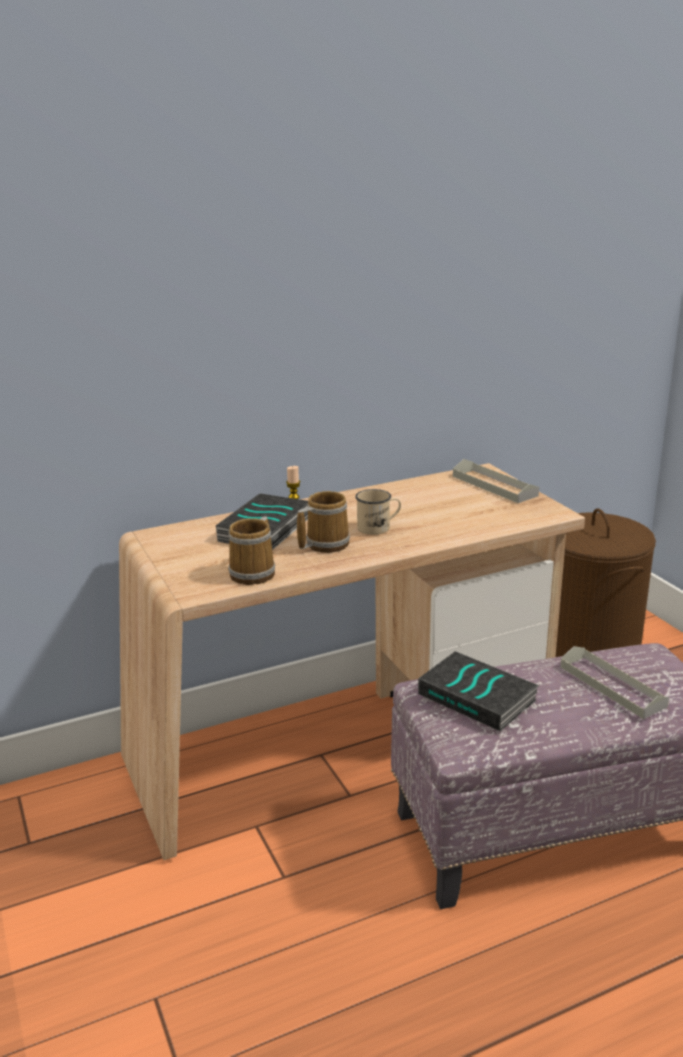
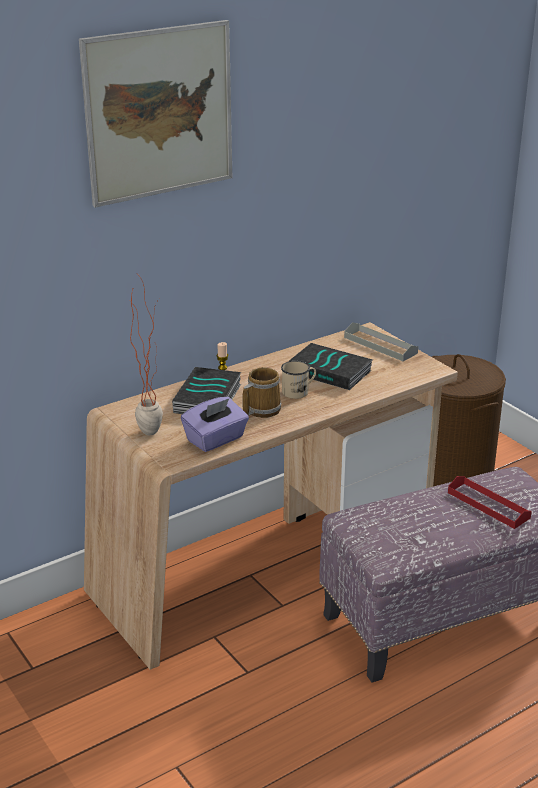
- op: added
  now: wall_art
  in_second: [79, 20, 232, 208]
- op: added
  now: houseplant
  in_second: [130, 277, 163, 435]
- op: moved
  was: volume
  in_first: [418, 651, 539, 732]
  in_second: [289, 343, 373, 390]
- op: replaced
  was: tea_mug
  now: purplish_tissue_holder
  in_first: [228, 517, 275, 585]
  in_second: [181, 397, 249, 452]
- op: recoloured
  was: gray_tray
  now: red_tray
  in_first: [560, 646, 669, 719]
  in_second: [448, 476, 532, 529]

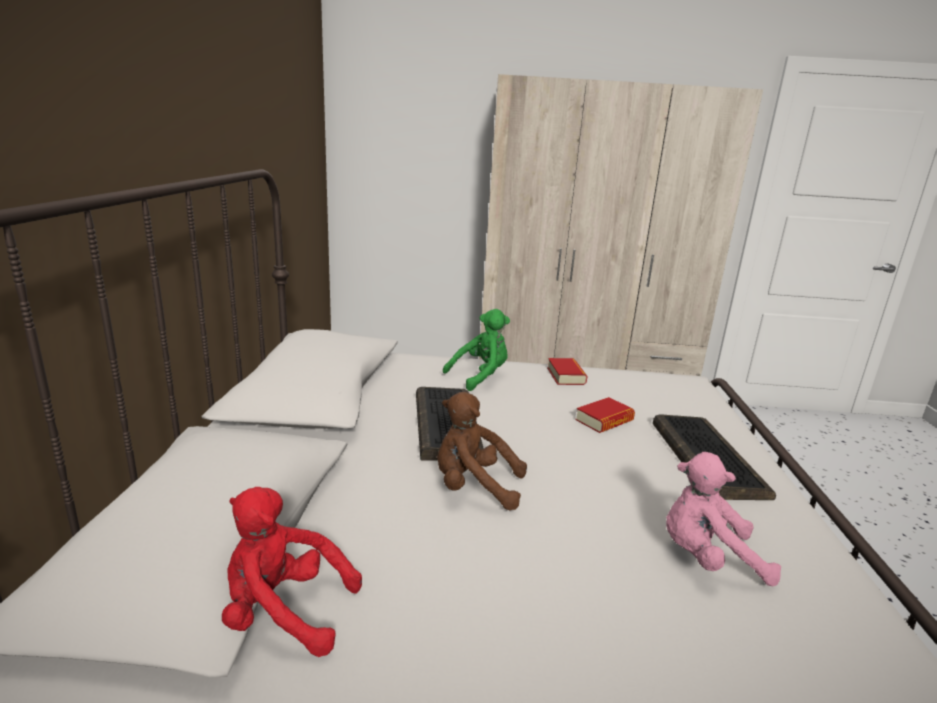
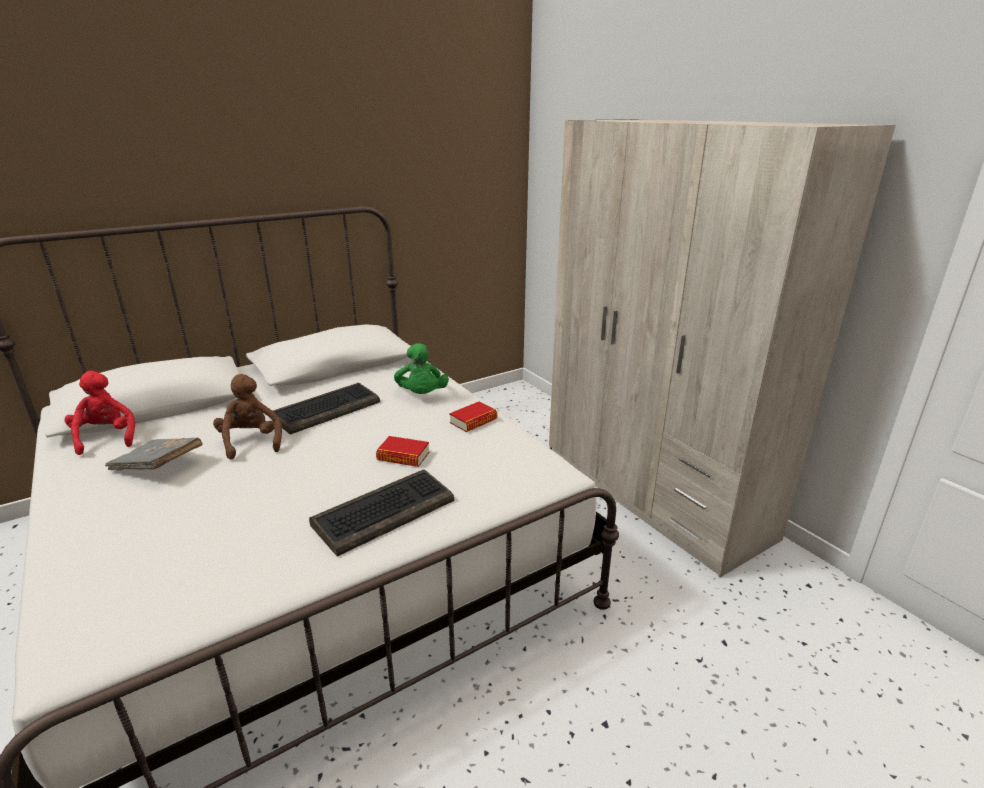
- op: removed
  was: pink-coloured_plush_toy
  in_first: [666, 452, 781, 587]
- op: added
  now: gray_volume
  in_second: [105, 438, 203, 470]
- op: turned
  was: greenish_plush_toy
  in_first: [443, 309, 510, 391]
  in_second: [394, 343, 449, 394]
  clockwise: 60

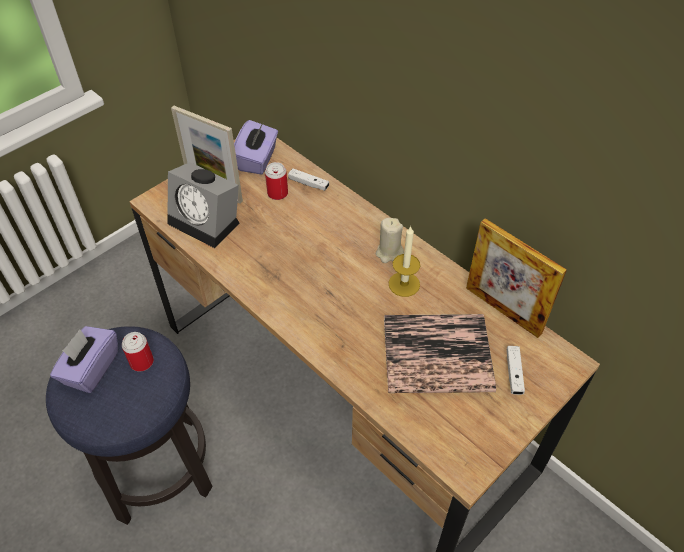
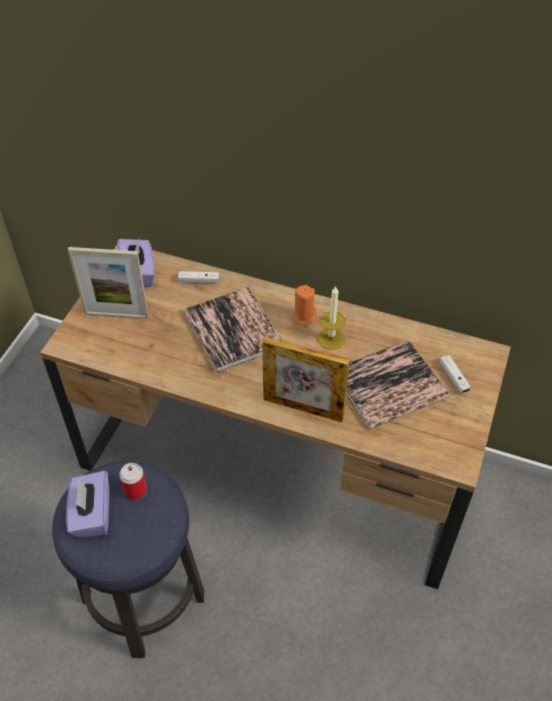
- op: removed
  was: alarm_clock
  in_first: [167, 162, 240, 248]
- op: removed
  was: sealed_can
  in_first: [265, 162, 288, 200]
- op: added
  now: volume
  in_second: [184, 287, 283, 373]
- op: moved
  was: standing_frame
  in_first: [466, 218, 567, 338]
  in_second: [262, 337, 350, 422]
- op: recoloured
  was: beige-coloured_candle
  now: orange_candle
  in_first: [376, 218, 404, 263]
  in_second: [292, 285, 317, 327]

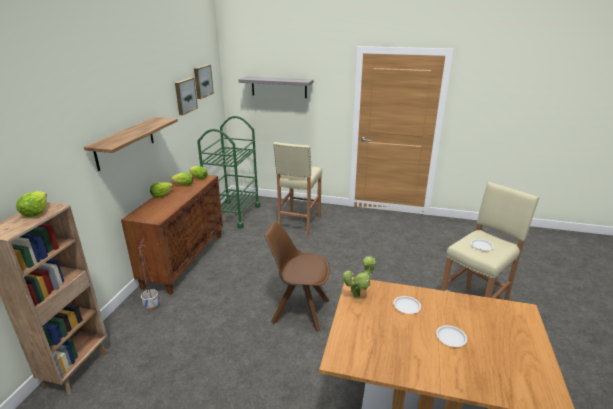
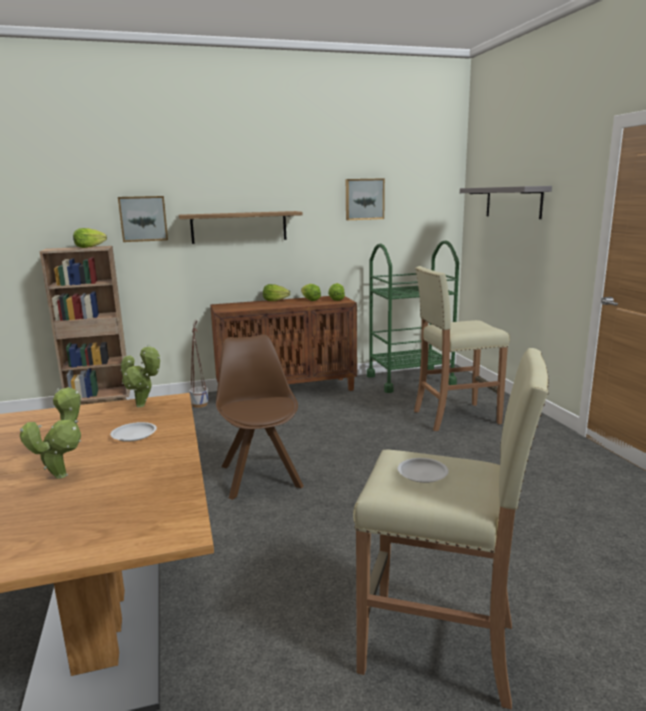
- op: moved
  was: wall_art
  in_first: [194, 65, 214, 99]
  in_second: [118, 196, 168, 242]
- op: replaced
  was: white-coloured_flat_dish
  now: houseplant
  in_first: [436, 325, 467, 347]
  in_second: [20, 387, 81, 479]

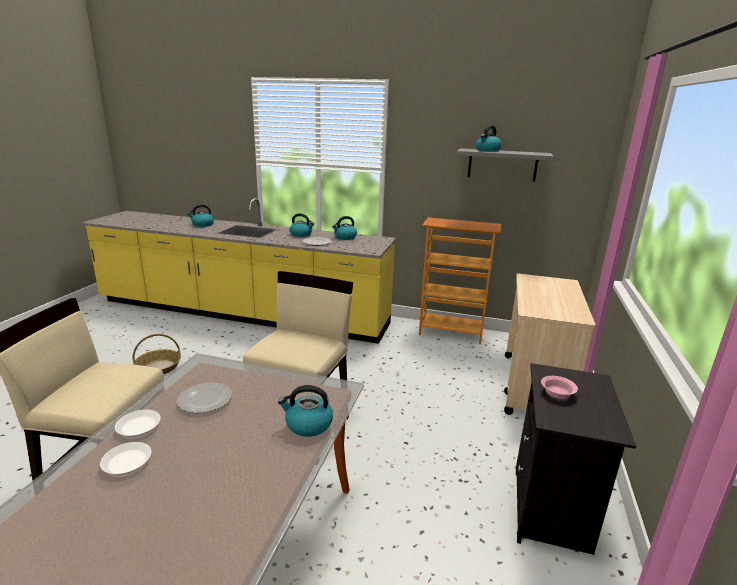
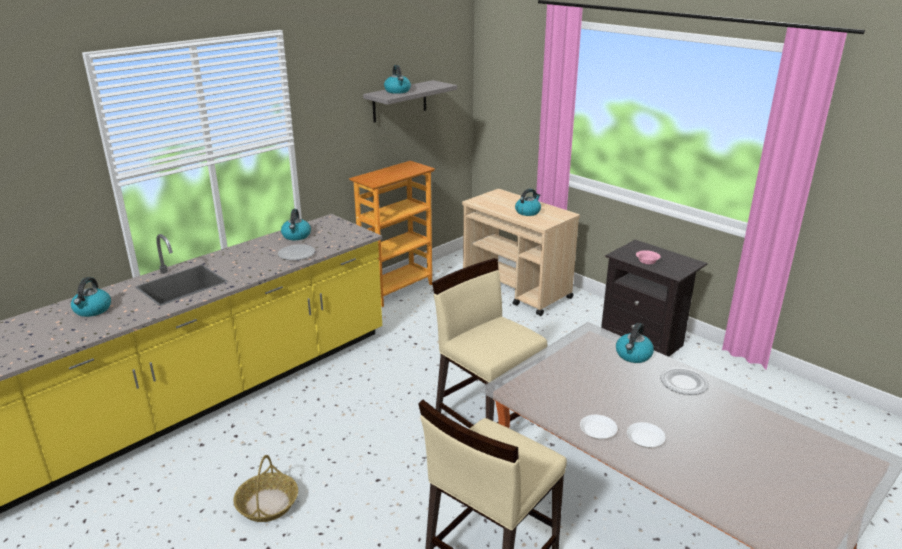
- op: moved
  was: flat_dish
  in_first: [177, 383, 232, 413]
  in_second: [660, 367, 709, 395]
- op: moved
  was: kettle
  in_first: [289, 213, 315, 237]
  in_second: [515, 188, 541, 216]

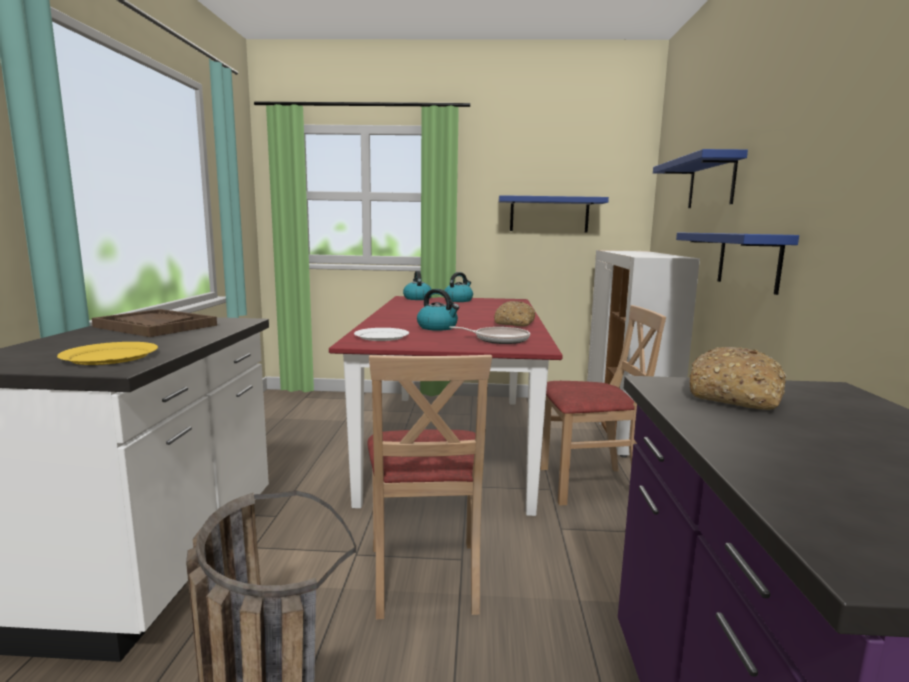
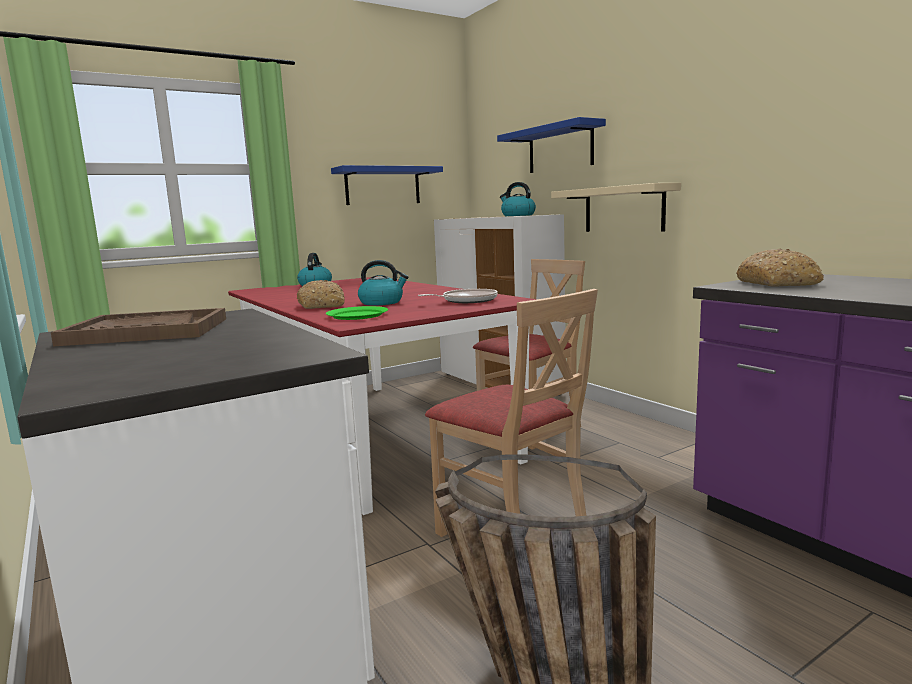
- op: removed
  was: yellowish_flat_dish
  in_first: [57, 342, 158, 365]
- op: moved
  was: kettle
  in_first: [403, 271, 432, 300]
  in_second: [500, 182, 536, 216]
- op: moved
  was: bread
  in_first: [494, 301, 535, 326]
  in_second: [297, 280, 345, 309]
- op: recoloured
  was: white-coloured_flat_dish
  now: greenish_flat_dish
  in_first: [354, 328, 409, 341]
  in_second: [326, 306, 388, 320]
- op: recoloured
  was: bluish_bracket_shelf
  now: beige-coloured_bracket_shelf
  in_first: [676, 232, 799, 295]
  in_second: [551, 183, 681, 232]

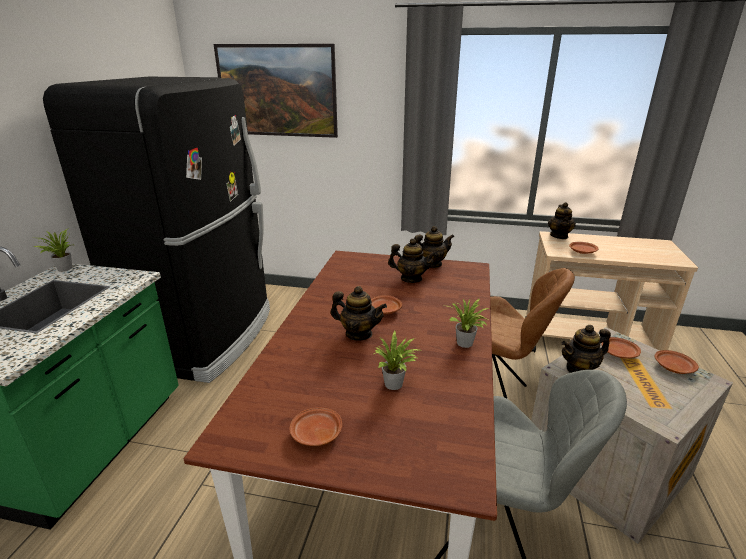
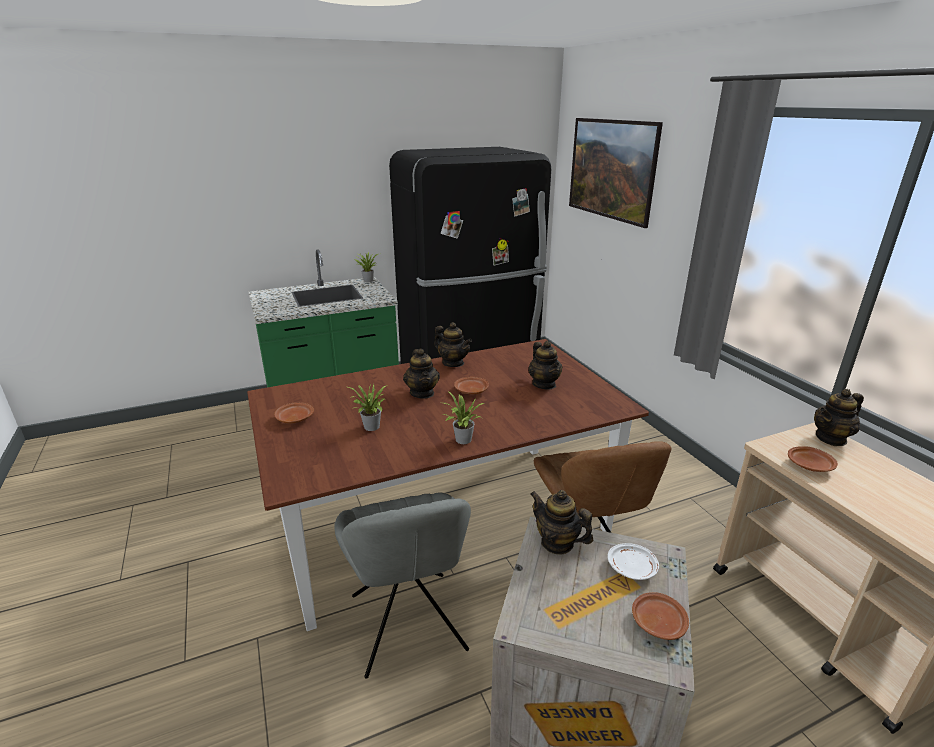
- op: moved
  was: teapot
  in_first: [414, 226, 454, 268]
  in_second: [434, 322, 472, 367]
- op: recoloured
  was: brown_flat_dish
  now: white-coloured_flat_dish
  in_first: [601, 337, 641, 359]
  in_second: [607, 543, 659, 580]

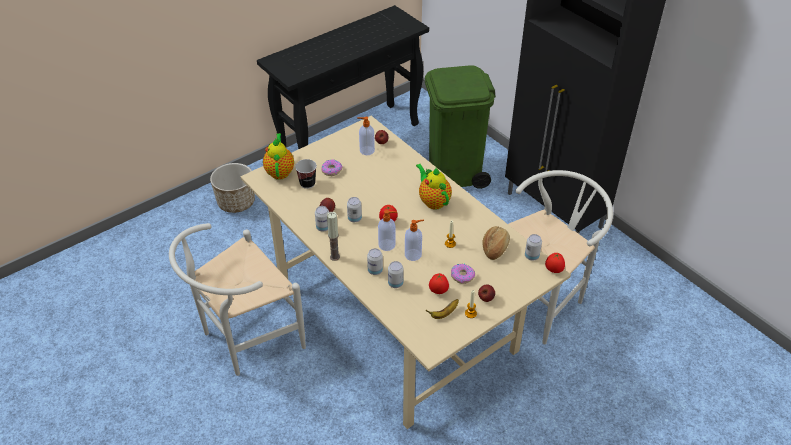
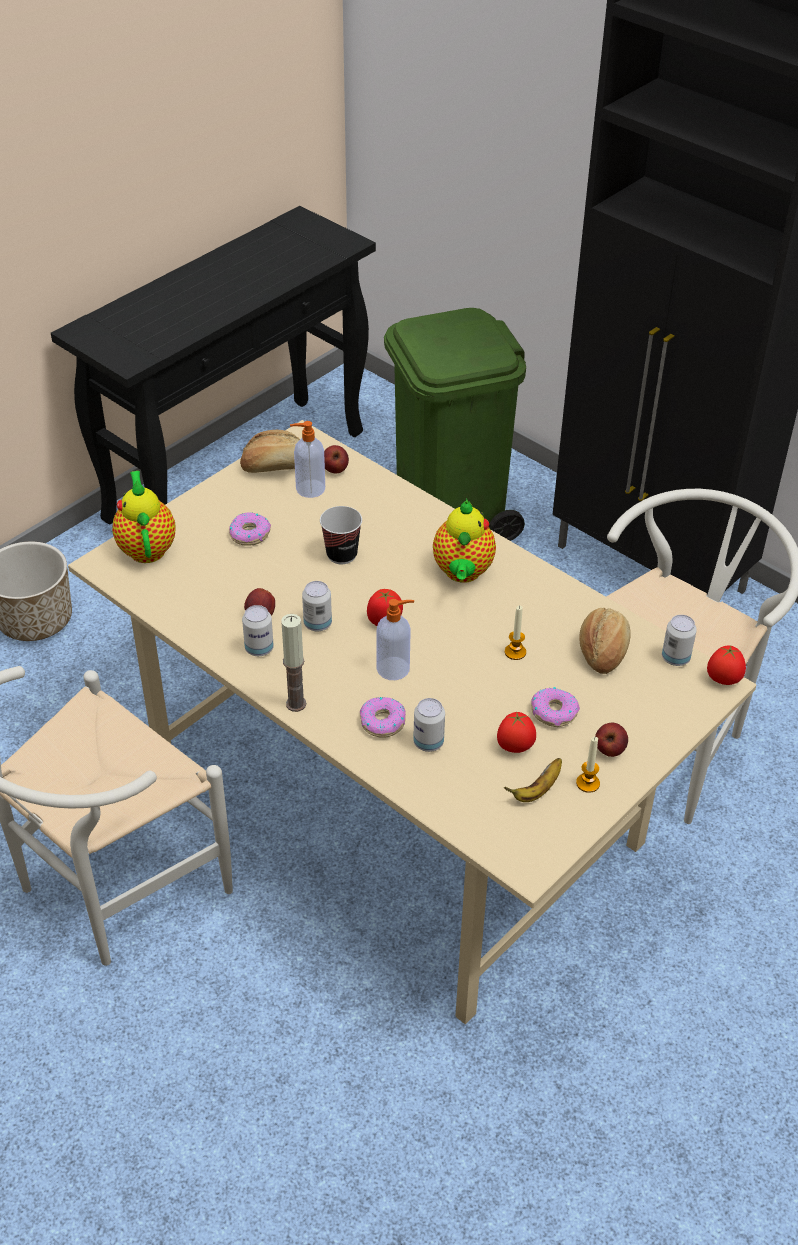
- op: removed
  was: liquid_soap_bottle
  in_first: [405, 220, 424, 261]
- op: added
  now: bread
  in_second: [240, 430, 299, 473]
- op: moved
  was: drinking_cup
  in_first: [295, 159, 317, 189]
  in_second: [320, 506, 362, 564]
- op: replaced
  was: sealed_can
  now: ring_doughnut
  in_first: [367, 248, 383, 275]
  in_second: [360, 697, 406, 738]
- op: turned
  was: teapot
  in_first: [416, 164, 452, 209]
  in_second: [433, 499, 496, 583]
  clockwise: -135

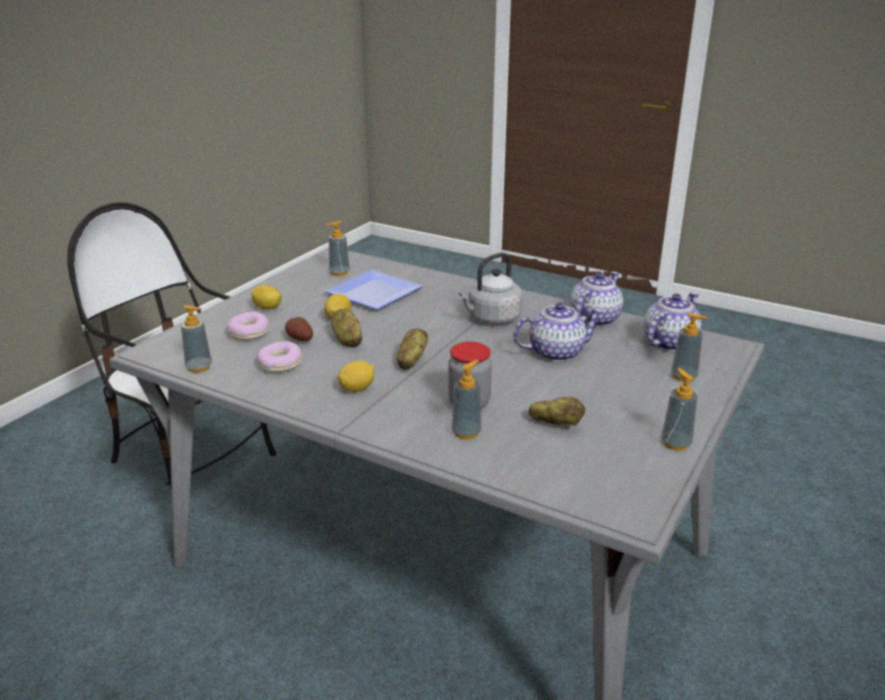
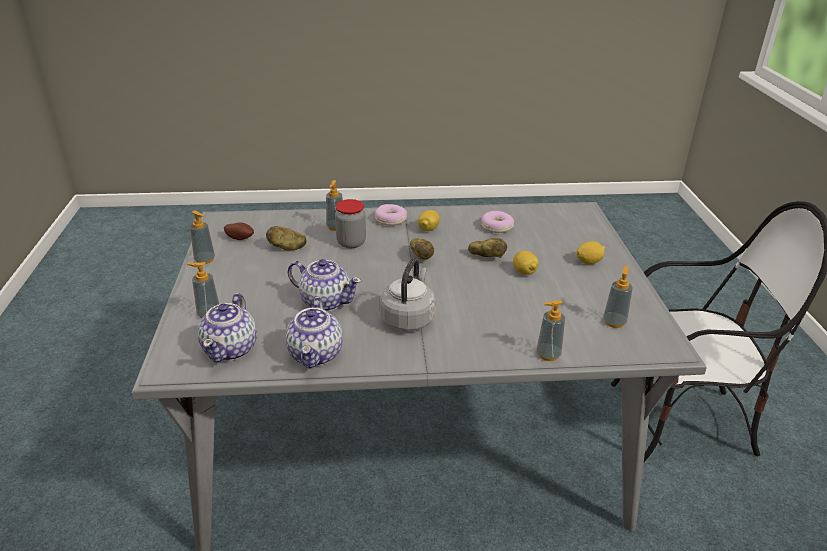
- op: removed
  was: flat_dish
  in_first: [324, 270, 423, 310]
- op: moved
  was: liquid_soap_bottle
  in_first: [181, 305, 212, 373]
  in_second: [536, 300, 565, 361]
- op: moved
  was: ring_doughnut
  in_first: [226, 312, 269, 340]
  in_second: [375, 204, 407, 226]
- op: moved
  was: spud
  in_first: [285, 317, 313, 341]
  in_second: [224, 223, 254, 240]
- op: turned
  was: teapot
  in_first: [514, 302, 603, 362]
  in_second: [288, 259, 362, 311]
  clockwise: -105

